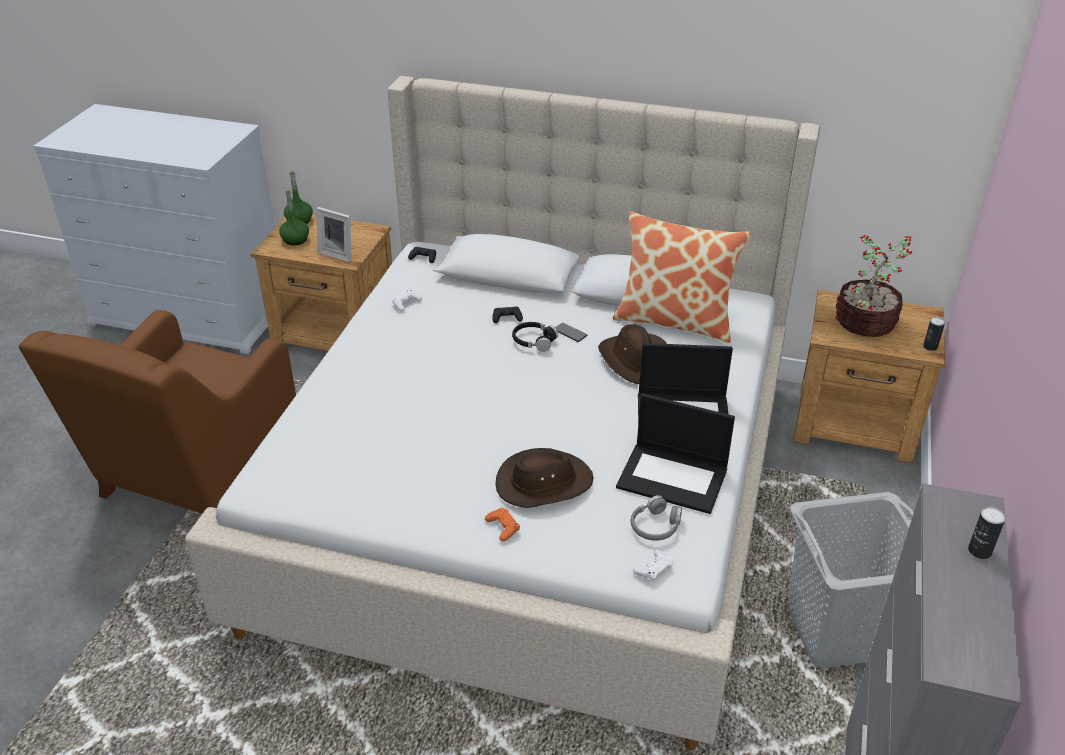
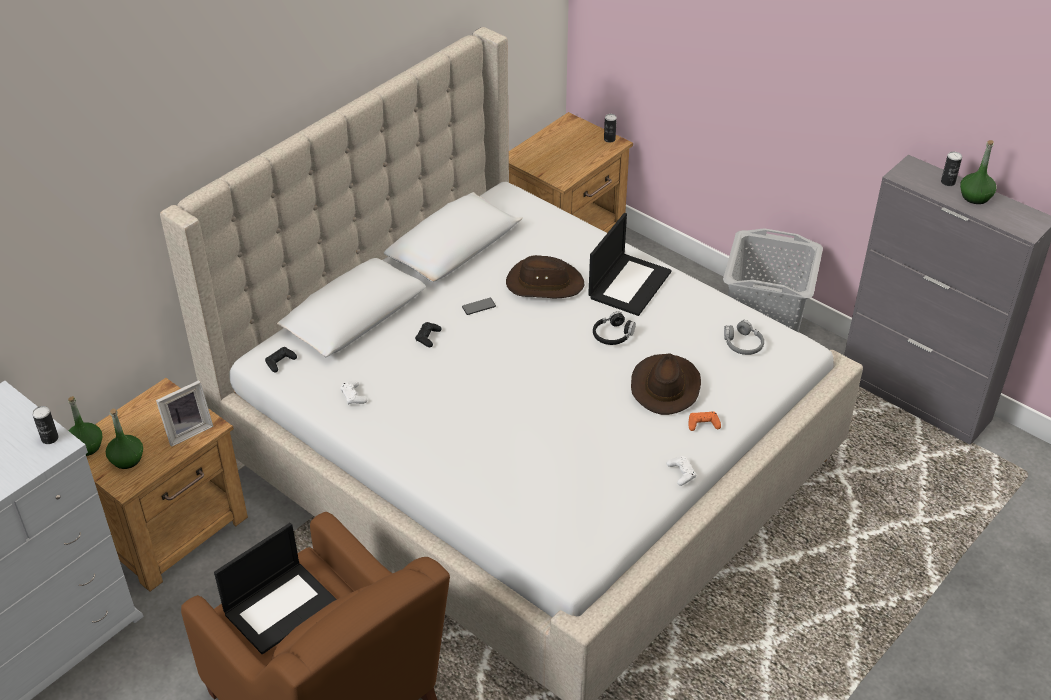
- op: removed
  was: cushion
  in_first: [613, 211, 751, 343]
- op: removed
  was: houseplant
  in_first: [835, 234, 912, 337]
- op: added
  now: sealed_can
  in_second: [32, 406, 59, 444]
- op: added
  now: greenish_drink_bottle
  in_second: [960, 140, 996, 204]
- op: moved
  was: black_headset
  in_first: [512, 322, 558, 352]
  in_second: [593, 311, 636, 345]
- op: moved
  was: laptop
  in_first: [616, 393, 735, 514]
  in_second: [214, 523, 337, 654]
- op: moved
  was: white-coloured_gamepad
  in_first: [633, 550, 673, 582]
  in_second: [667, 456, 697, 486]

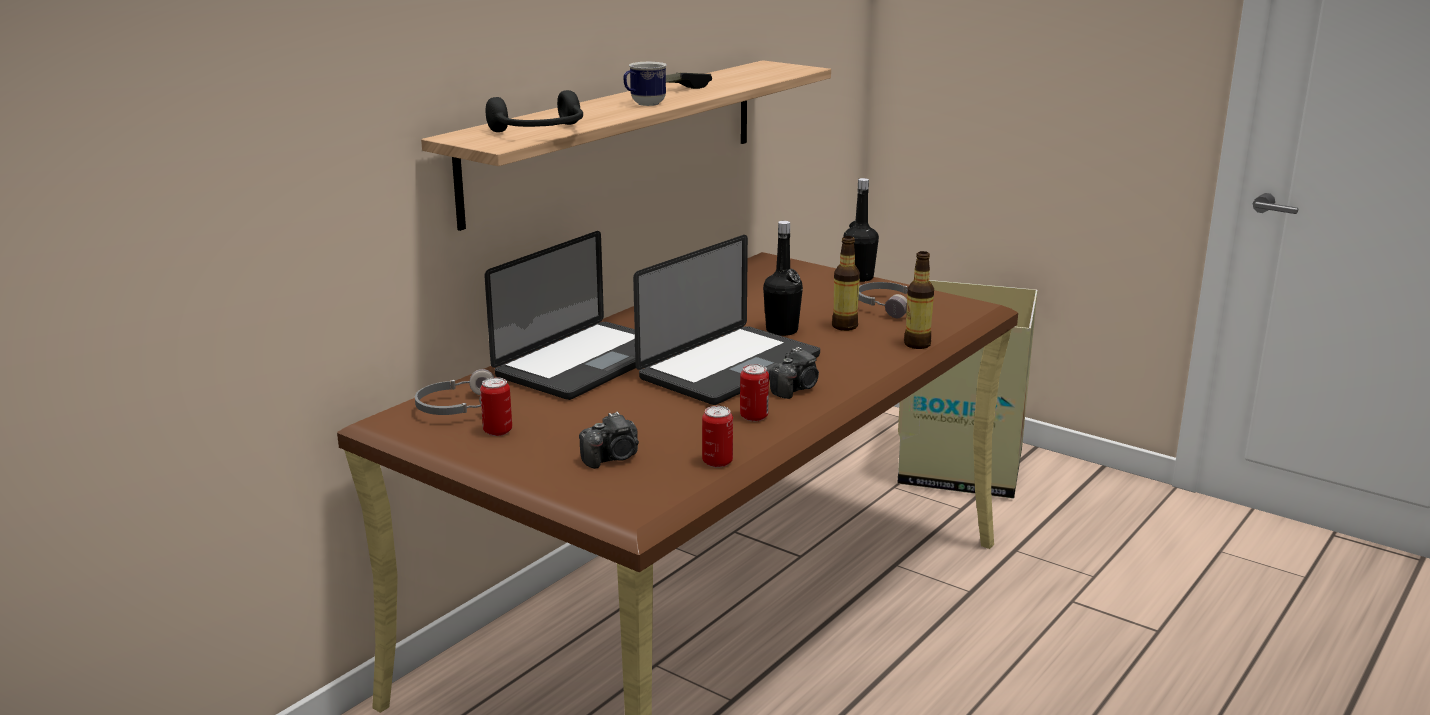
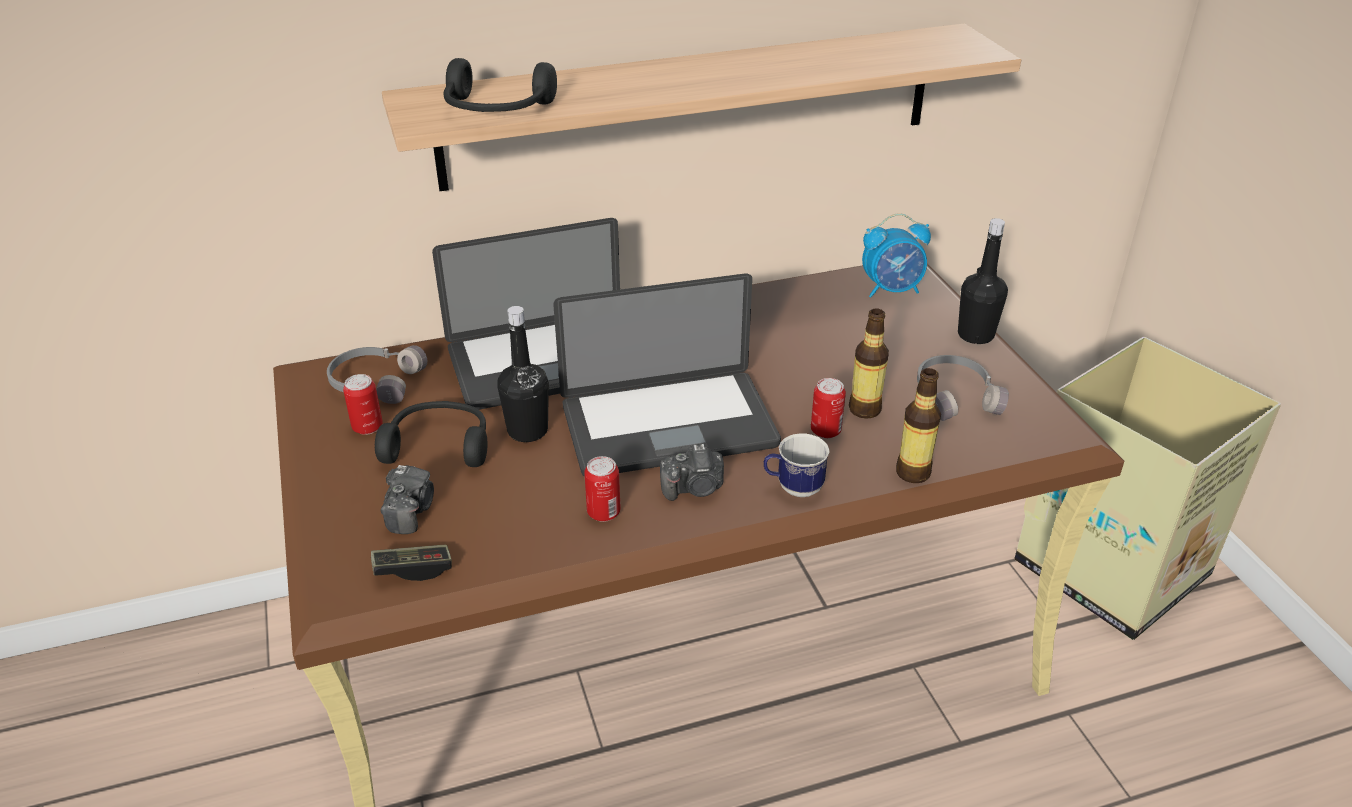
- op: added
  now: black_headset
  in_second: [375, 401, 488, 467]
- op: added
  now: alarm_clock
  in_second: [862, 213, 931, 298]
- op: moved
  was: tea_mug
  in_first: [623, 62, 667, 106]
  in_second: [764, 434, 830, 497]
- op: moved
  was: gamepad
  in_first: [666, 73, 712, 89]
  in_second: [371, 544, 452, 581]
- op: moved
  was: sealed_can
  in_first: [702, 406, 733, 468]
  in_second: [811, 378, 846, 439]
- op: moved
  was: black_drink_bottle
  in_first: [763, 221, 803, 336]
  in_second: [497, 306, 549, 442]
- op: turned
  was: still_camera
  in_first: [579, 412, 639, 469]
  in_second: [380, 465, 434, 534]
  clockwise: -90

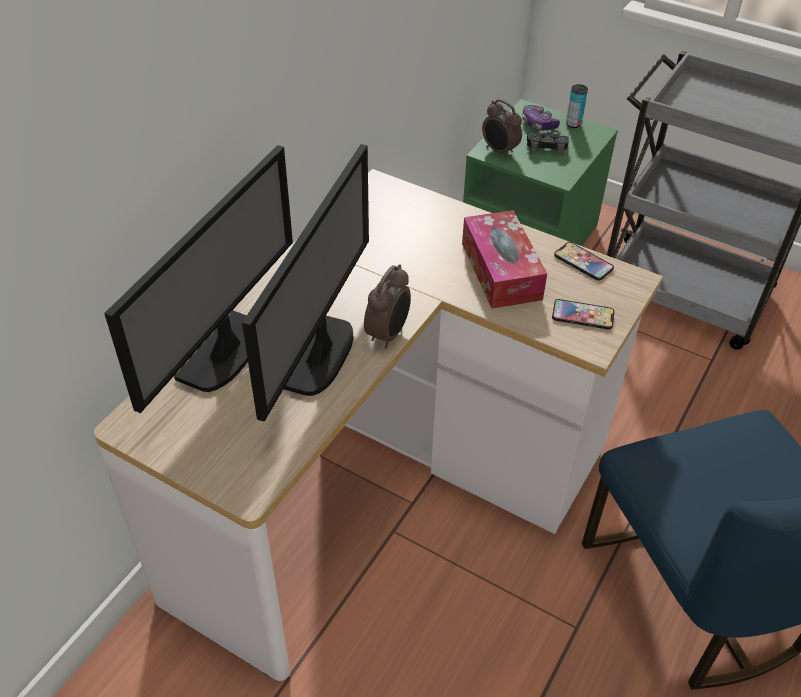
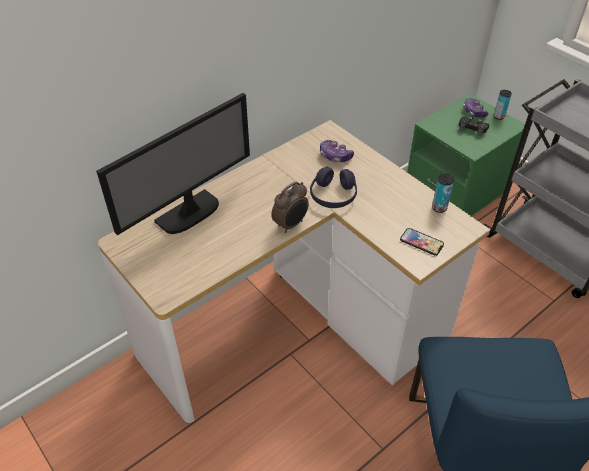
- op: removed
  was: computer_screen
  in_first: [242, 144, 369, 422]
- op: removed
  was: tissue_holder
  in_first: [462, 210, 547, 309]
- op: removed
  was: alarm_clock
  in_first: [482, 99, 522, 158]
- op: added
  now: purplish_headset
  in_second: [310, 167, 357, 208]
- op: added
  now: gamepad
  in_second: [320, 140, 354, 162]
- op: replaced
  was: telephone
  now: sealed_can
  in_first: [554, 242, 614, 281]
  in_second: [432, 174, 454, 213]

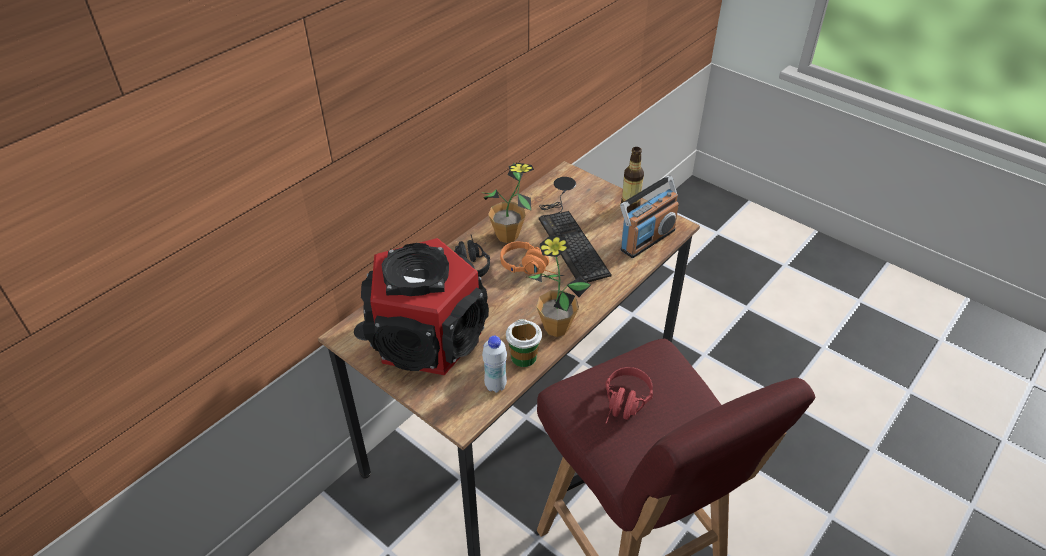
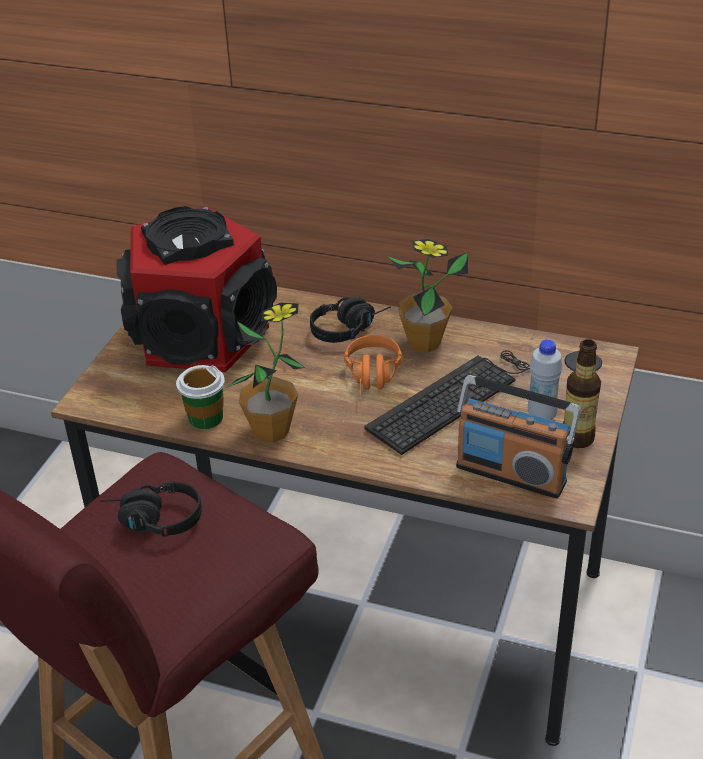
- op: moved
  was: white-coloured_drink_bottle
  in_first: [482, 336, 507, 393]
  in_second: [528, 339, 562, 420]
- op: recoloured
  was: red_headset
  now: black_headset
  in_first: [605, 367, 653, 424]
  in_second: [100, 481, 202, 537]

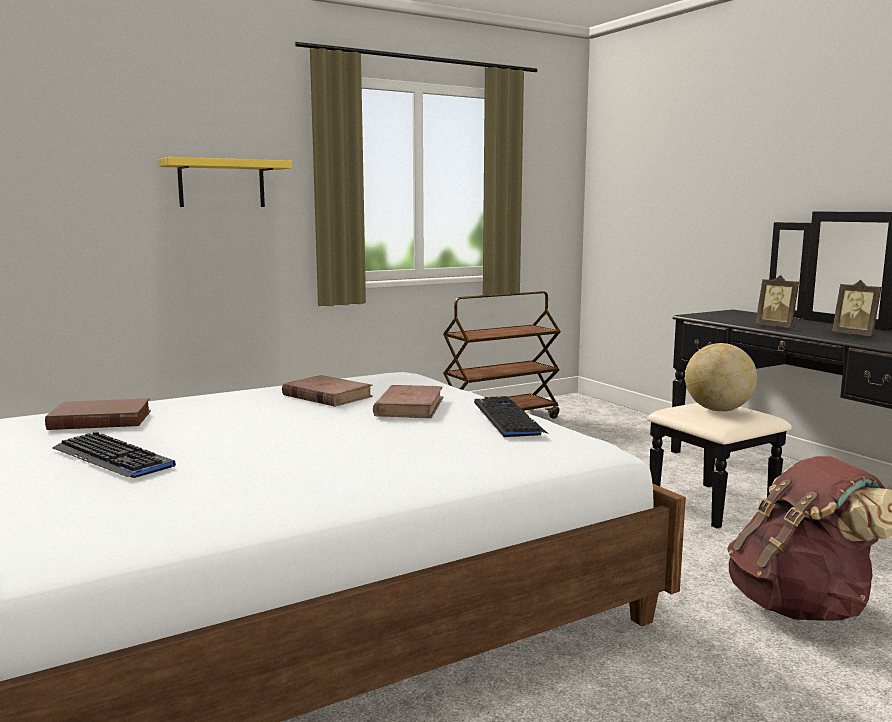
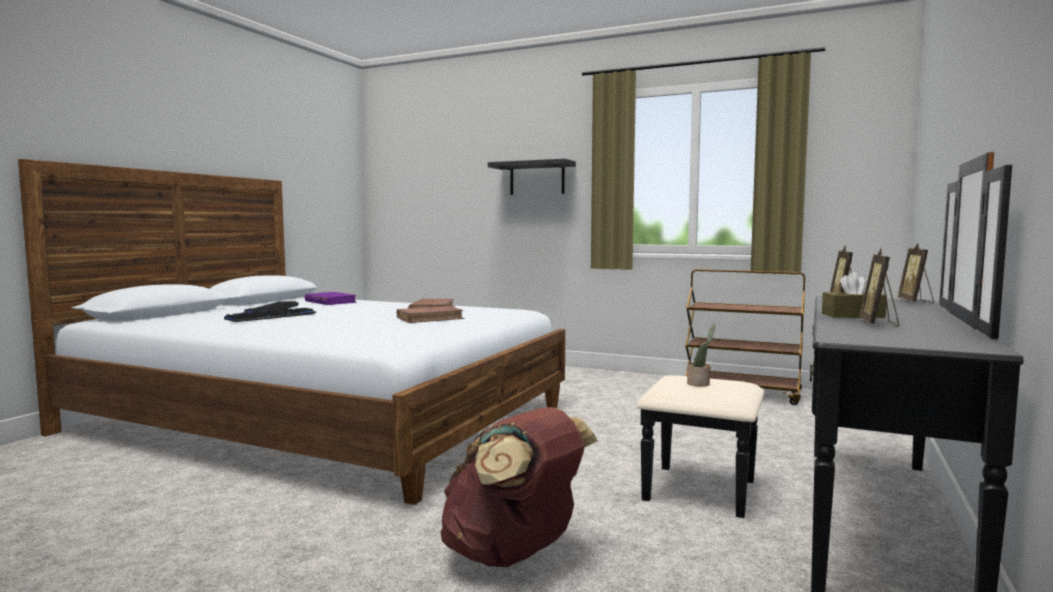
- op: added
  now: brown_tissue_holder
  in_second: [822, 272, 887, 318]
- op: added
  now: standing_frame
  in_second: [897, 243, 934, 304]
- op: moved
  was: PC_keyboard
  in_first: [474, 396, 548, 437]
  in_second: [224, 308, 317, 322]
- op: replaced
  was: globe
  now: houseplant
  in_first: [685, 343, 757, 412]
  in_second: [687, 324, 715, 387]
- op: recoloured
  was: brown_volume
  now: purplish_volume
  in_first: [45, 398, 151, 430]
  in_second: [305, 292, 357, 305]
- op: recoloured
  was: yellowish_bracket_shelf
  now: black_bracket_shelf
  in_first: [159, 157, 292, 207]
  in_second: [488, 159, 576, 195]

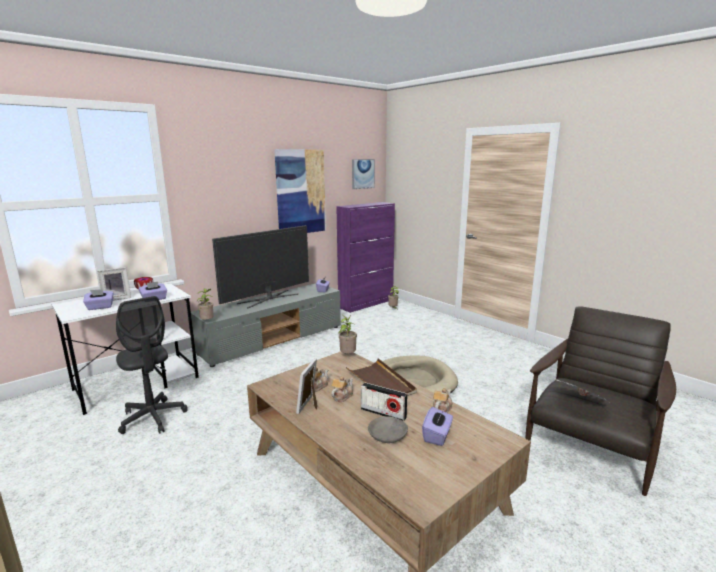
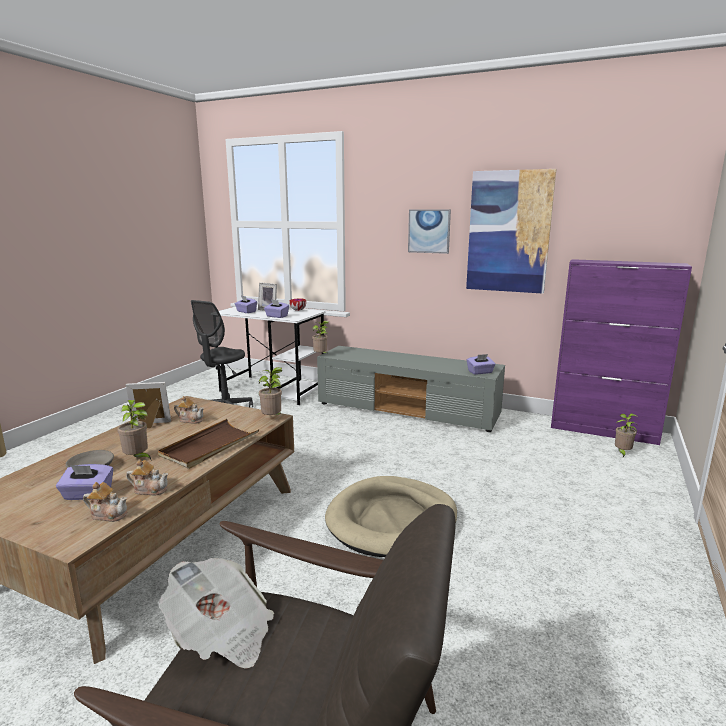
- op: removed
  was: television
  in_first: [212, 225, 309, 308]
- op: moved
  was: teapot
  in_first: [331, 376, 353, 402]
  in_second: [83, 482, 127, 522]
- op: moved
  was: wall_art
  in_first: [352, 159, 375, 189]
  in_second: [408, 209, 451, 254]
- op: replaced
  was: radio_receiver
  now: houseplant
  in_first: [361, 382, 408, 421]
  in_second: [117, 400, 152, 461]

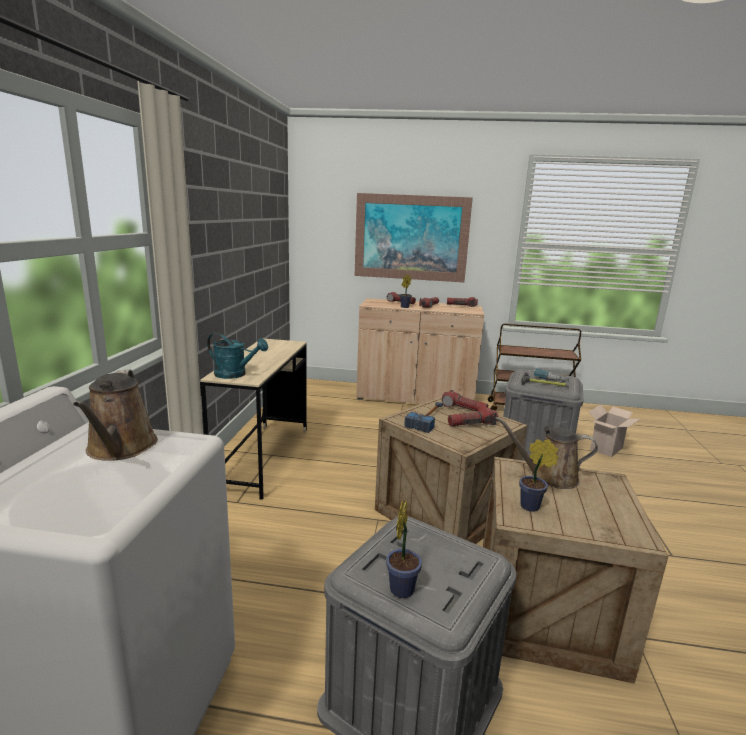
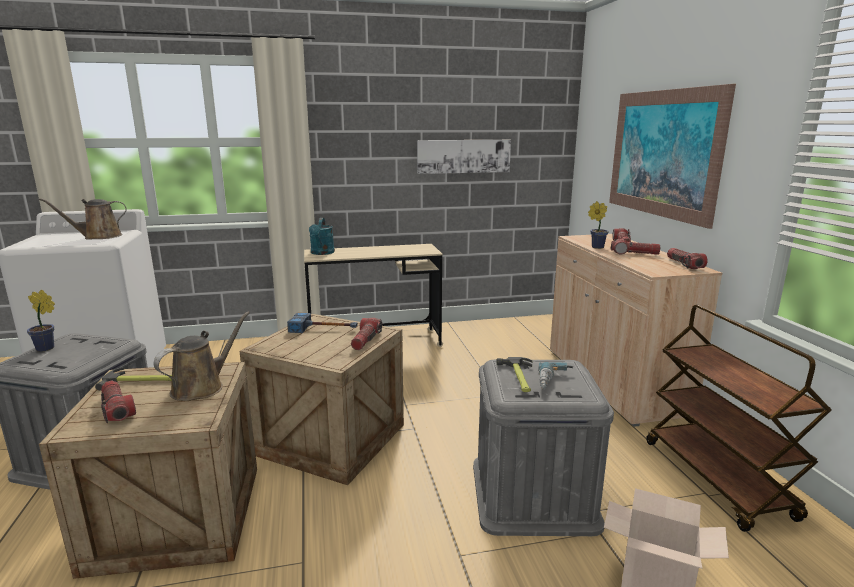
- op: added
  now: wall_art
  in_second: [417, 140, 511, 174]
- op: moved
  was: hand_torch
  in_first: [448, 406, 499, 427]
  in_second: [101, 380, 136, 423]
- op: replaced
  was: houseplant
  now: tool_hammer
  in_first: [519, 439, 558, 512]
  in_second: [95, 367, 172, 390]
- op: turned
  was: brown_watering_pot
  in_first: [496, 417, 598, 489]
  in_second: [154, 312, 250, 401]
  clockwise: 45

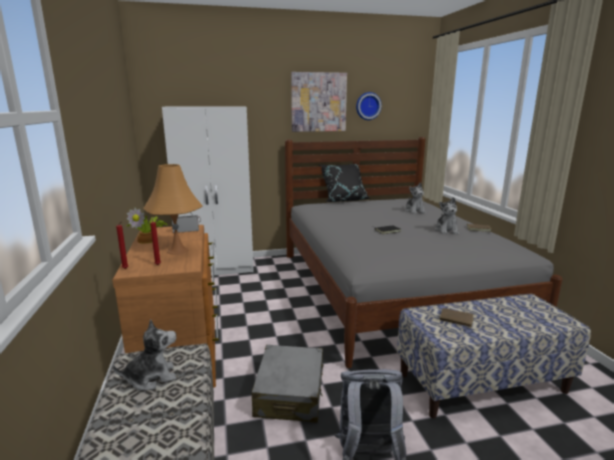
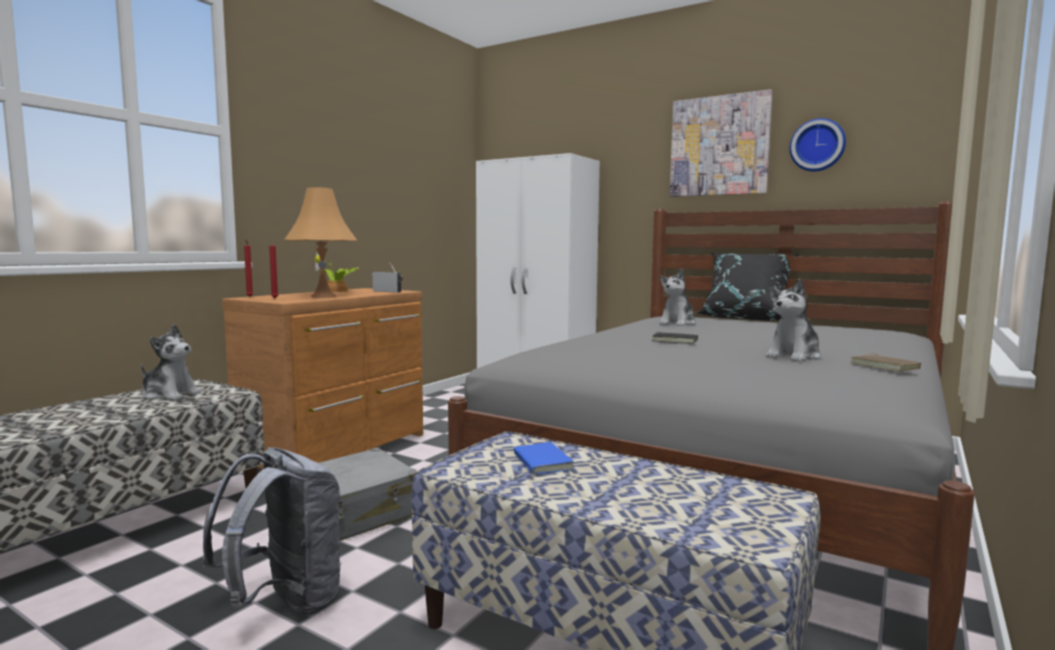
- op: moved
  was: plush_toy
  in_first: [405, 183, 426, 214]
  in_second: [659, 269, 696, 326]
- op: recoloured
  was: brown_volume
  now: bluish_volume
  in_first: [440, 308, 474, 328]
  in_second: [514, 442, 574, 474]

